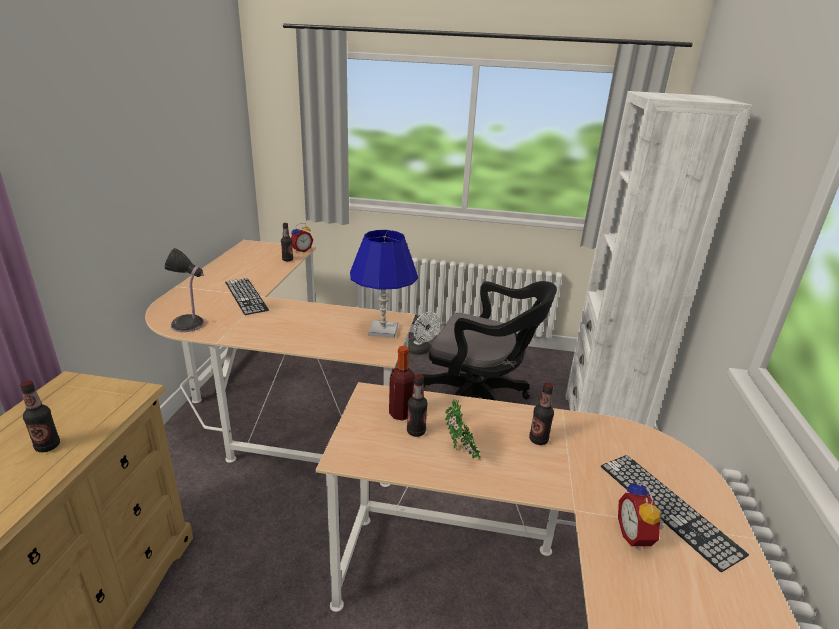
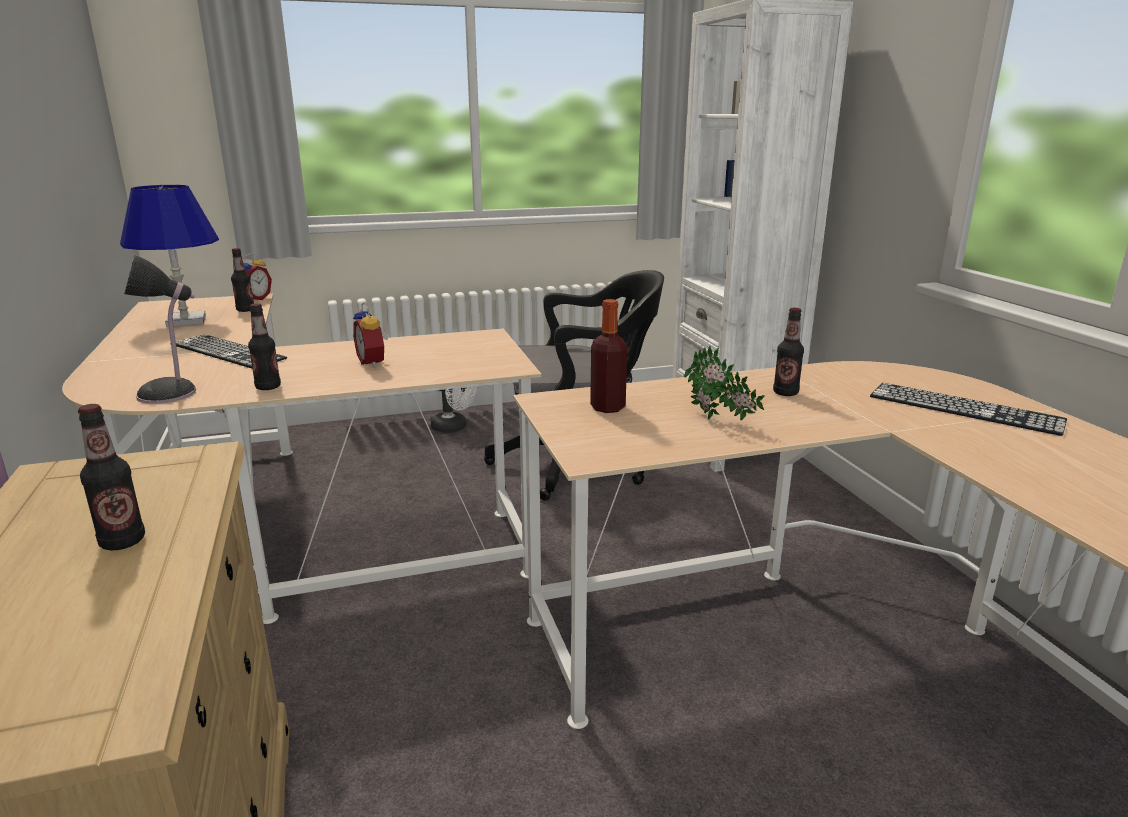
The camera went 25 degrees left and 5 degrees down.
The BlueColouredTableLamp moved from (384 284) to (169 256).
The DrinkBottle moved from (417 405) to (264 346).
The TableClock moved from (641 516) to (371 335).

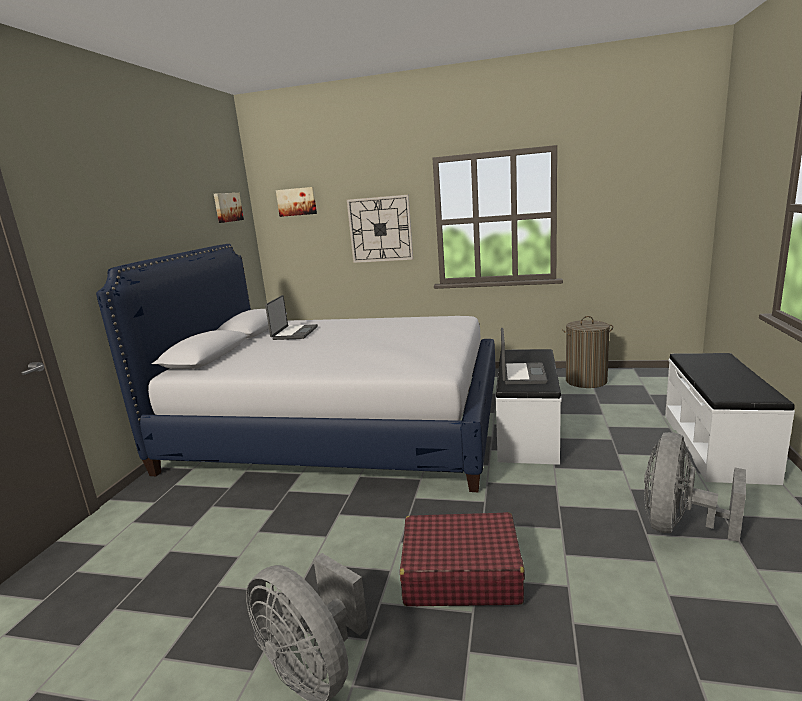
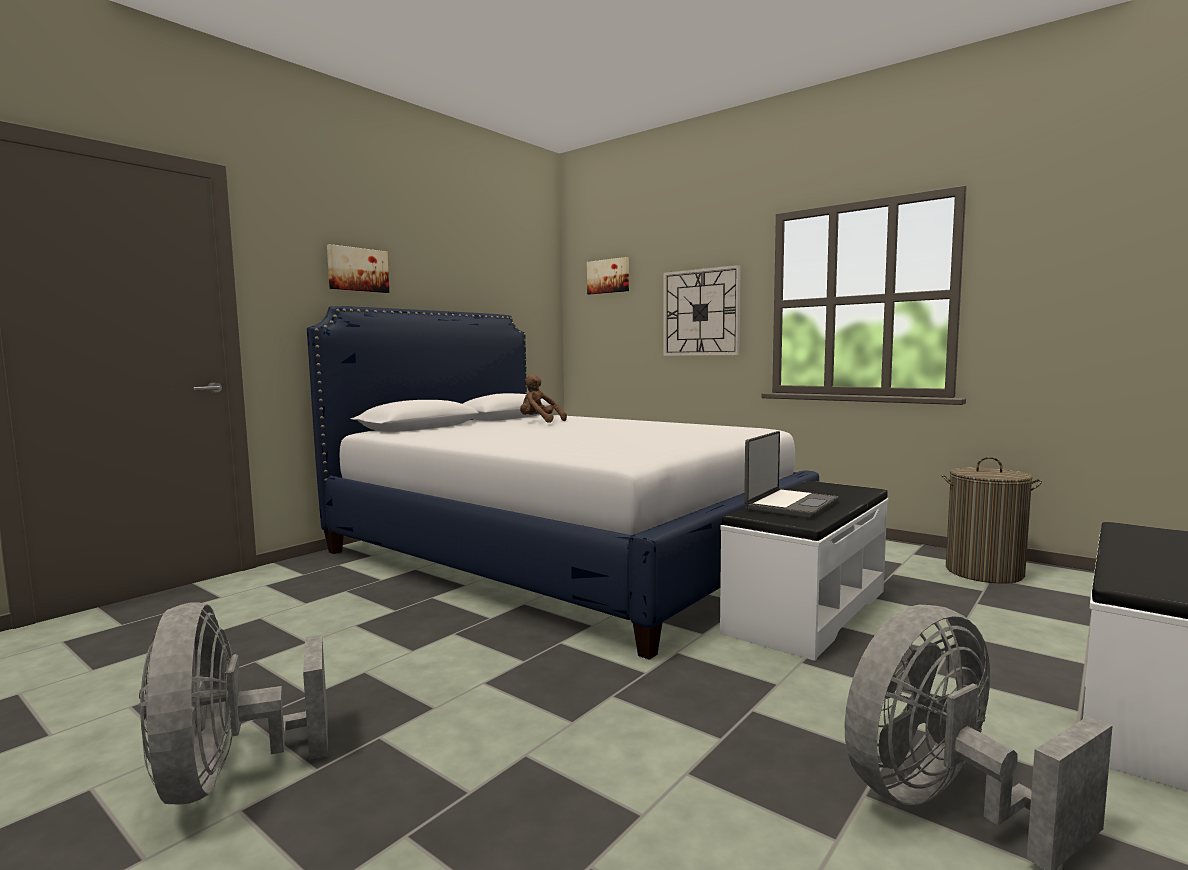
The camera went 25 degrees right and 10 degrees down.
The WallPicture moved from (229 208) to (358 268).
The Laptop at (291 317) was replaced by the BrownCuddlyToy at (543 398).
The RedColouredSuitcase at (462 559) disappeared.

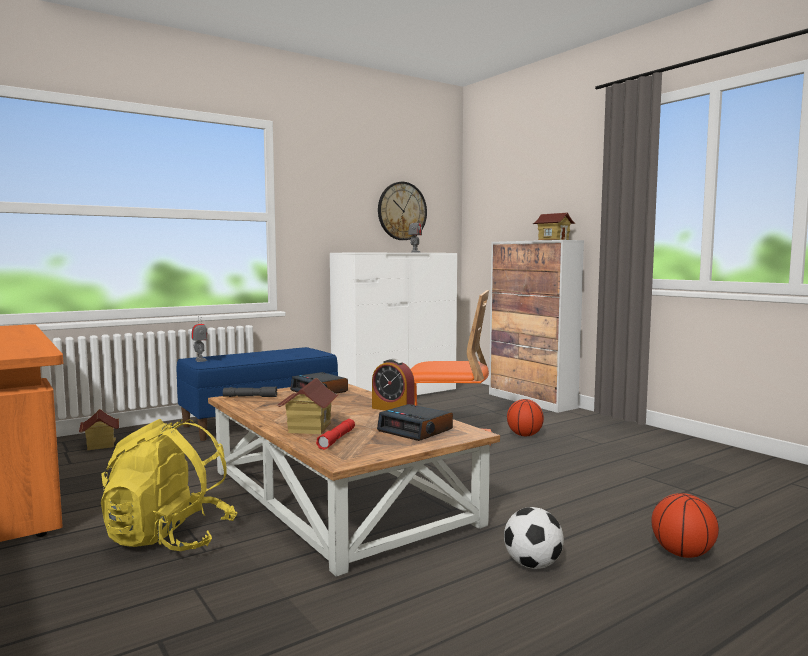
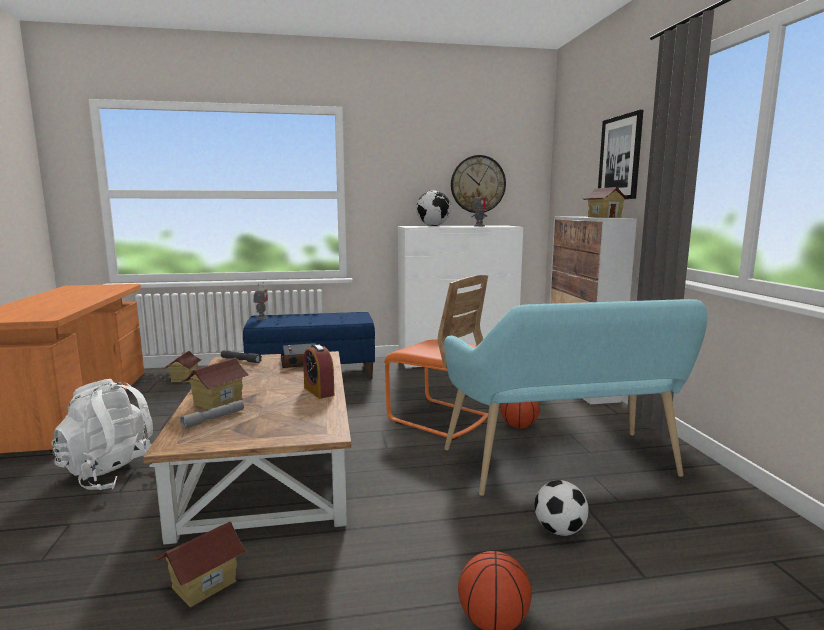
The camera went 25 degrees right and 5 degrees up.
The YellowColouredKnapsack at (169 485) became the WhitishKnapsack at (103 434).
The RedColouredHandTorch at (335 434) became the GrayHandTorch at (212 414).
The TableClock at (415 422) disappeared.
The Football moved from (534 538) to (561 508).
The ModelHouse at (201 565) appeared.
The Globe at (433 208) appeared.
The TurquoiseColouredIndoorBench at (575 397) appeared.
The WallPicture at (620 154) appeared.

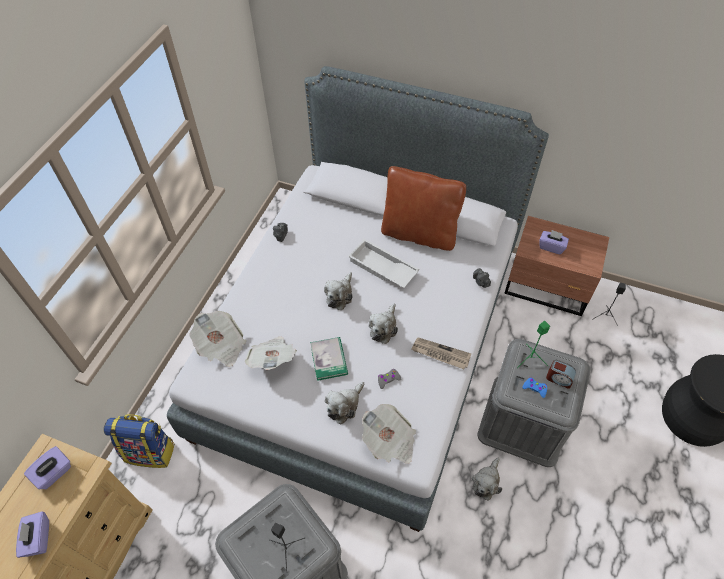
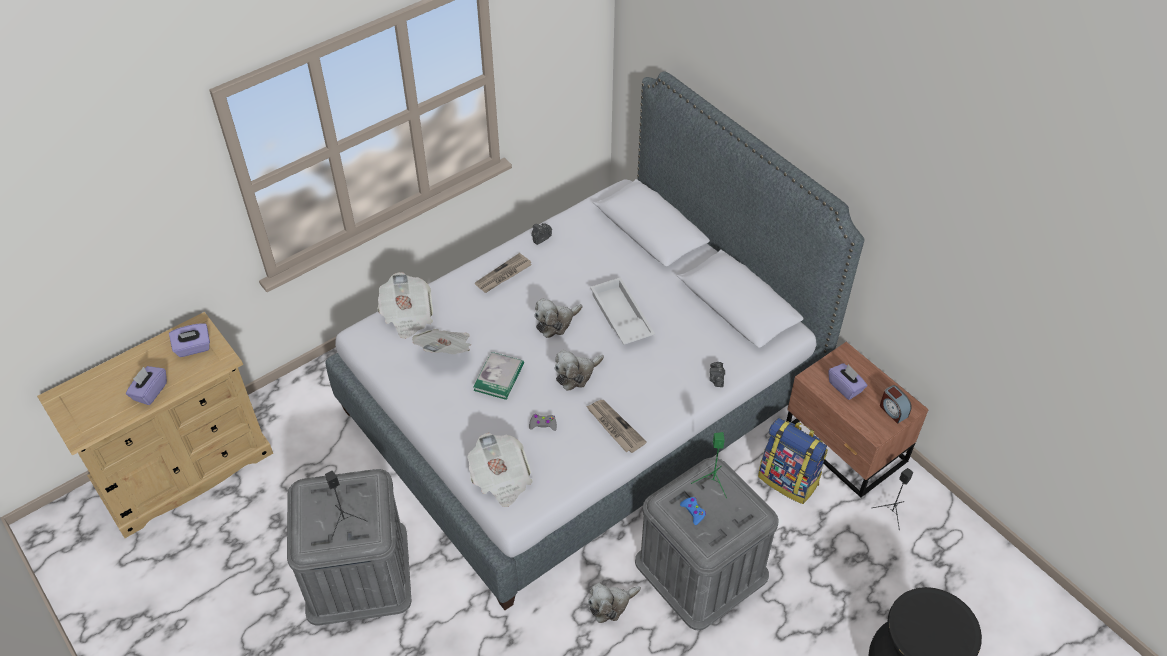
The camera went 30 degrees right and 5 degrees down.
The Knapsack moved from (139 441) to (793 461).
The CuddlyToy at (344 403) disappeared.
The BrownThrowPillow at (423 208) disappeared.
The TableClock moved from (561 374) to (896 404).
The Newspaper at (503 273) appeared.

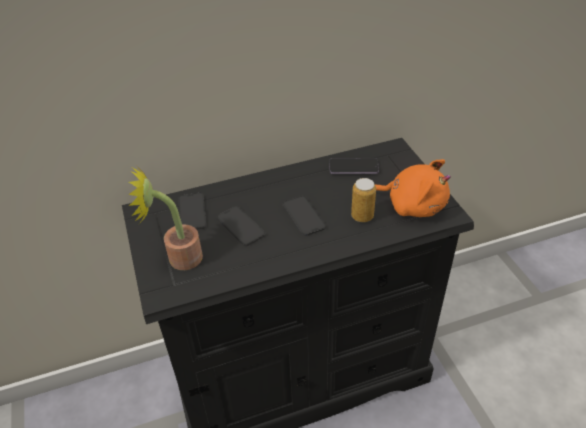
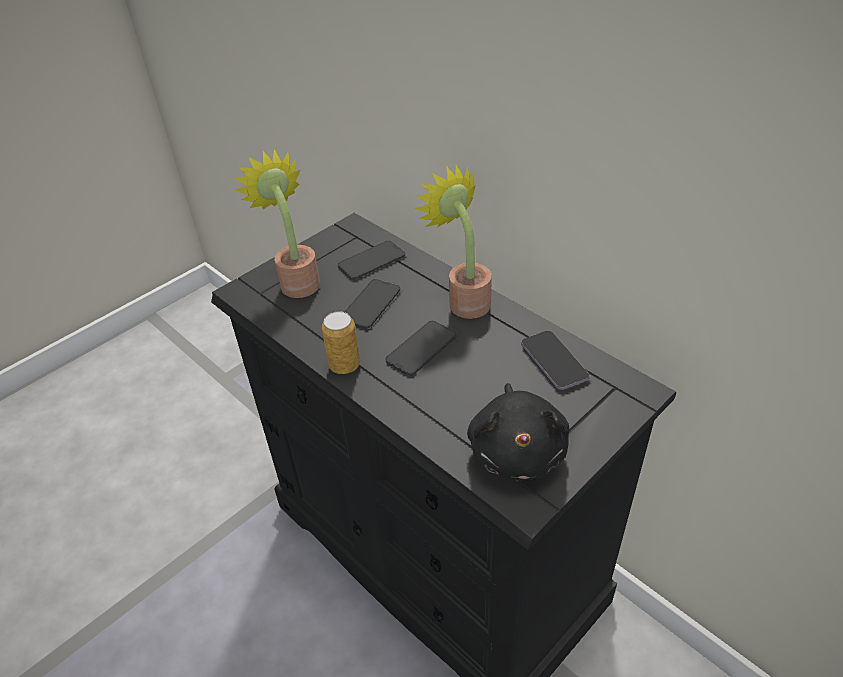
The camera went 65 degrees right and 0 degrees up.
The Can moved from (363 200) to (341 342).
The OrangeyCuddlyToy at (413 188) became the BlackishCuddlyToy at (518 432).
The PottedPlant at (453 242) appeared.

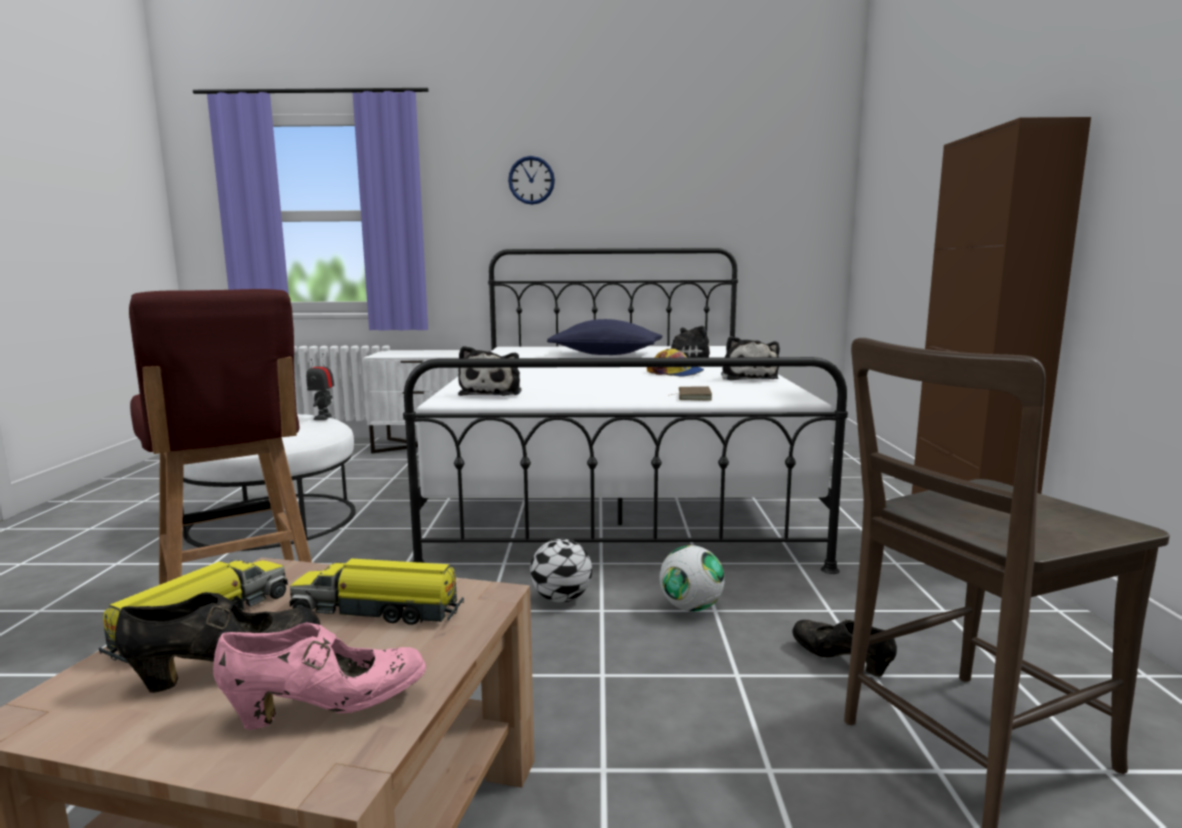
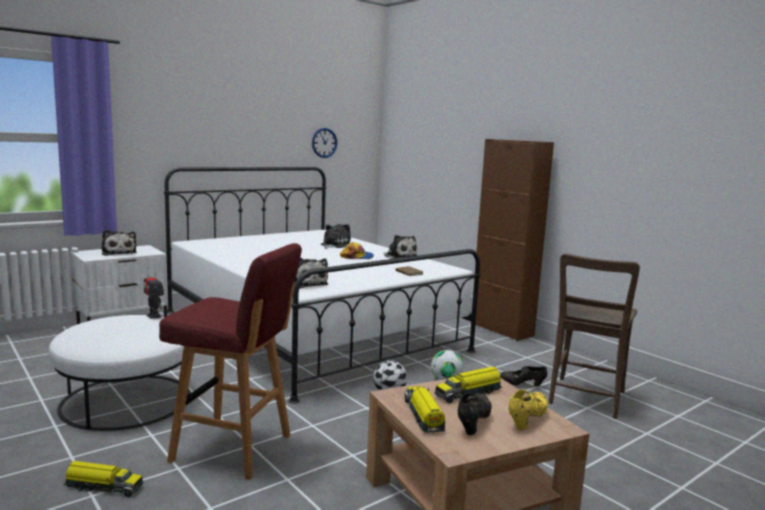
The camera went 40 degrees left and 0 degrees up.
The PinkLowShoe at (319 676) became the YellowColouredLowShoe at (528 410).
The ClockOnTheWall moved from (531 180) to (324 143).
The BlueColouredThrowPillow at (604 337) disappeared.
The ToyTruck at (103 479) appeared.
The CuddlyToy at (119 243) appeared.

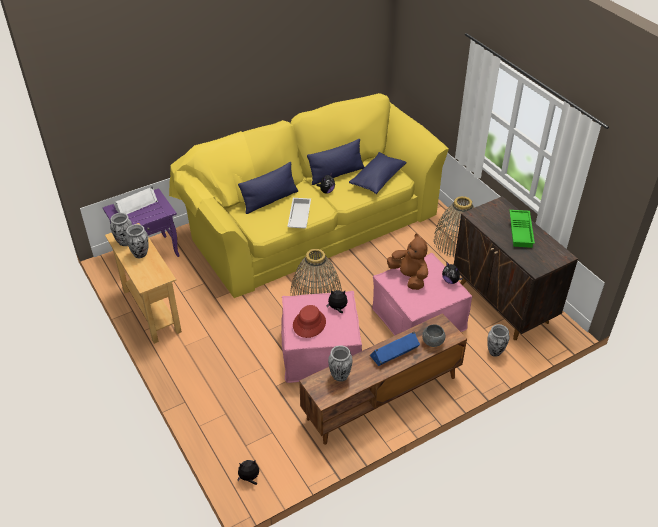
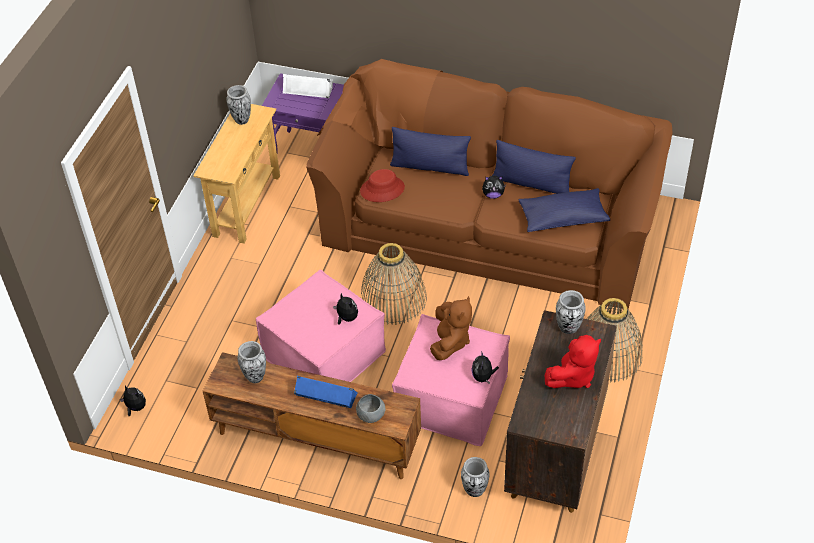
The camera went 50 degrees right and 5 degrees up.
The FlowerVase moved from (137 241) to (571 312).
The YellowColouredSofa at (309 195) became the BrownSofa at (489 184).
The WhitishCarryingTray at (299 213) disappeared.
The RedColouredWearableHat moved from (309 321) to (382 185).
The GreenishCarryingTray at (522 229) was replaced by the RedColouredCuddlyToy at (573 361).

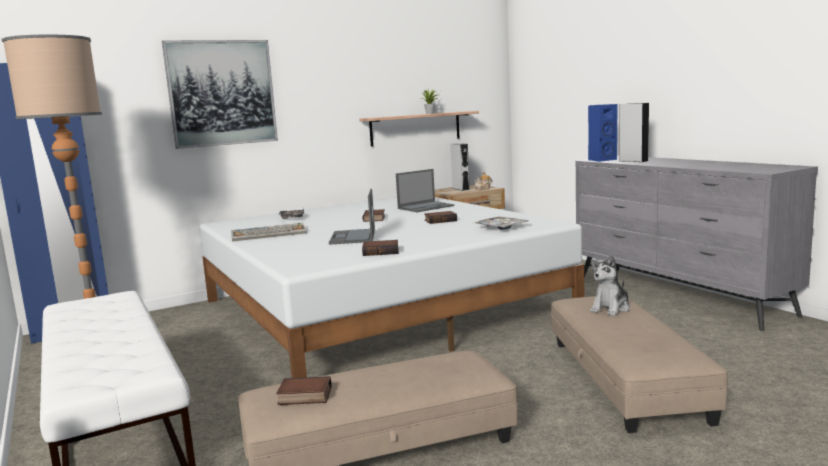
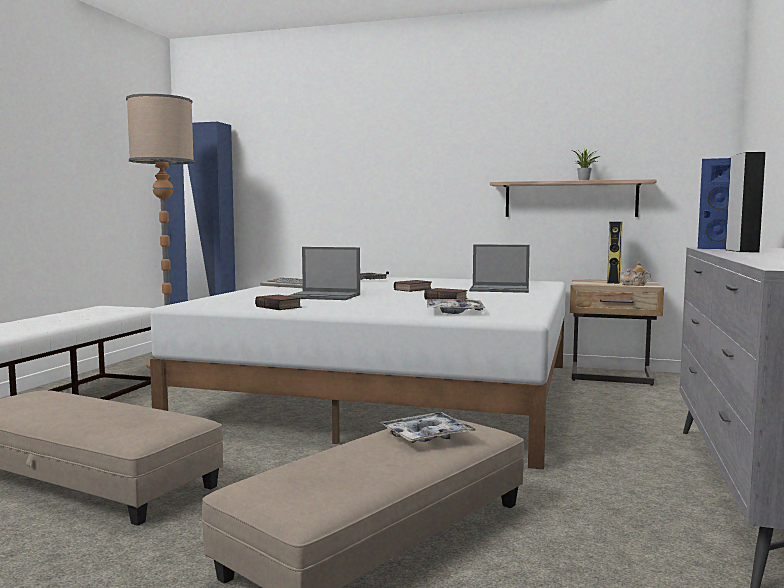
The camera went 45 degrees right and 5 degrees down.
The WallPicture at (220 94) disappeared.
The BoundBook at (303 390) disappeared.
The Laptop at (352 217) turned 120 degrees counterclockwise.
The GrayLoudspeaker at (460 167) became the YellowColouredLoudspeaker at (615 253).
The CuddlyToy at (610 285) was replaced by the CarryingTray at (428 427).

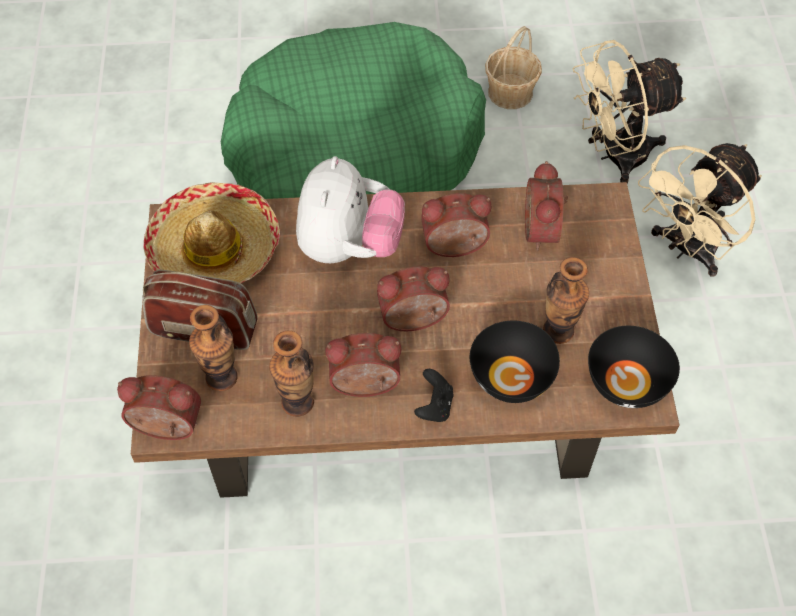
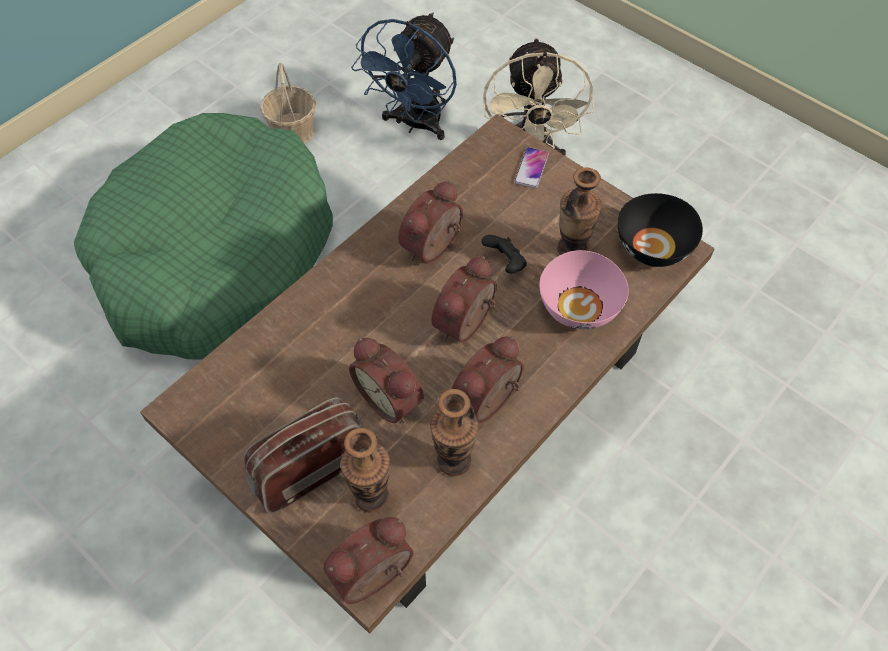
The camera went 45 degrees left and 0 degrees up.
The WearableHat at (211 232) disappeared.
The CuddlyToy at (350 209) disappeared.
The BlackishGameController moved from (433 395) to (504 254).
The BlackishDeepDish at (515 362) became the PinkDeepDish at (584 289).
The TableClock moved from (546 206) to (386 380).
The BeigeCoolingFan at (629 112) became the BlueColouredCoolingFan at (404 76).
The Telephone at (531 167) appeared.

